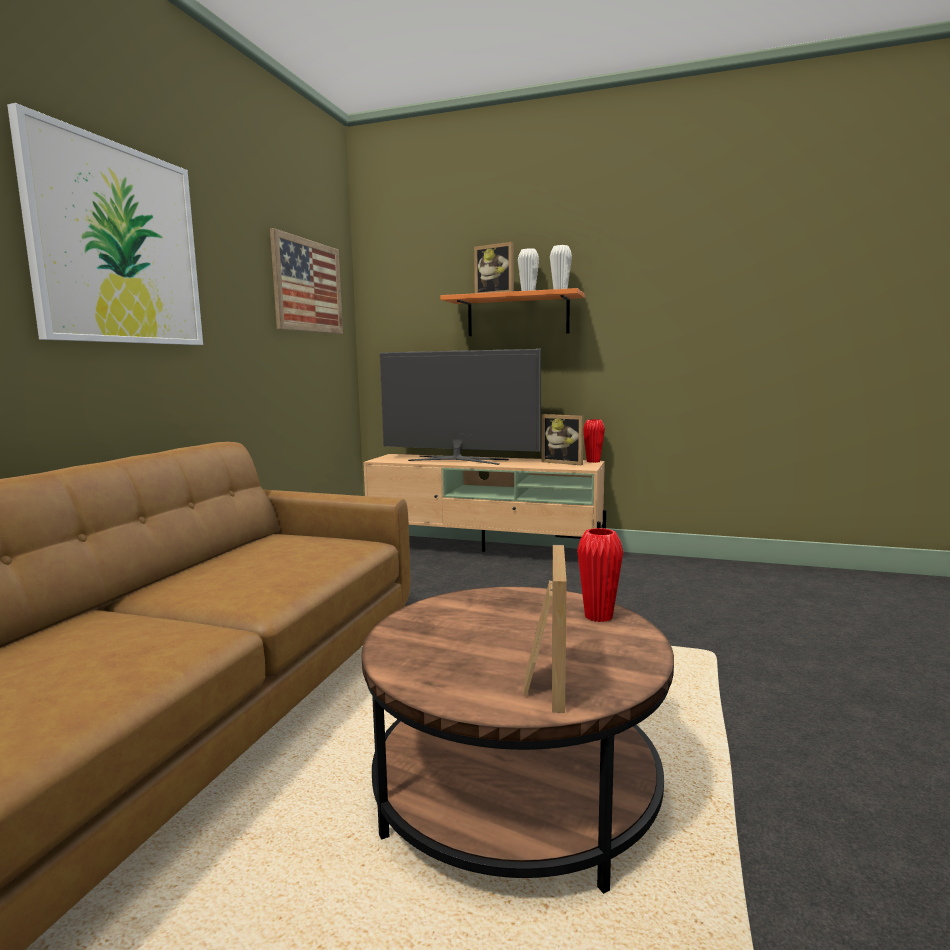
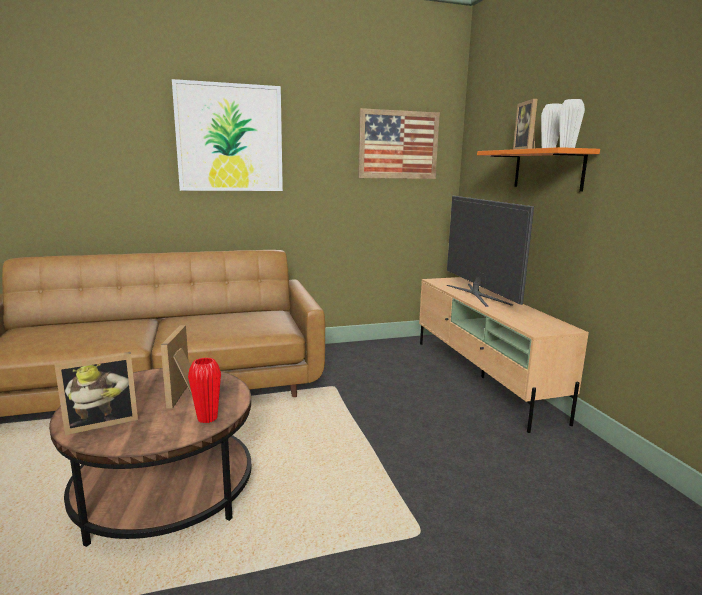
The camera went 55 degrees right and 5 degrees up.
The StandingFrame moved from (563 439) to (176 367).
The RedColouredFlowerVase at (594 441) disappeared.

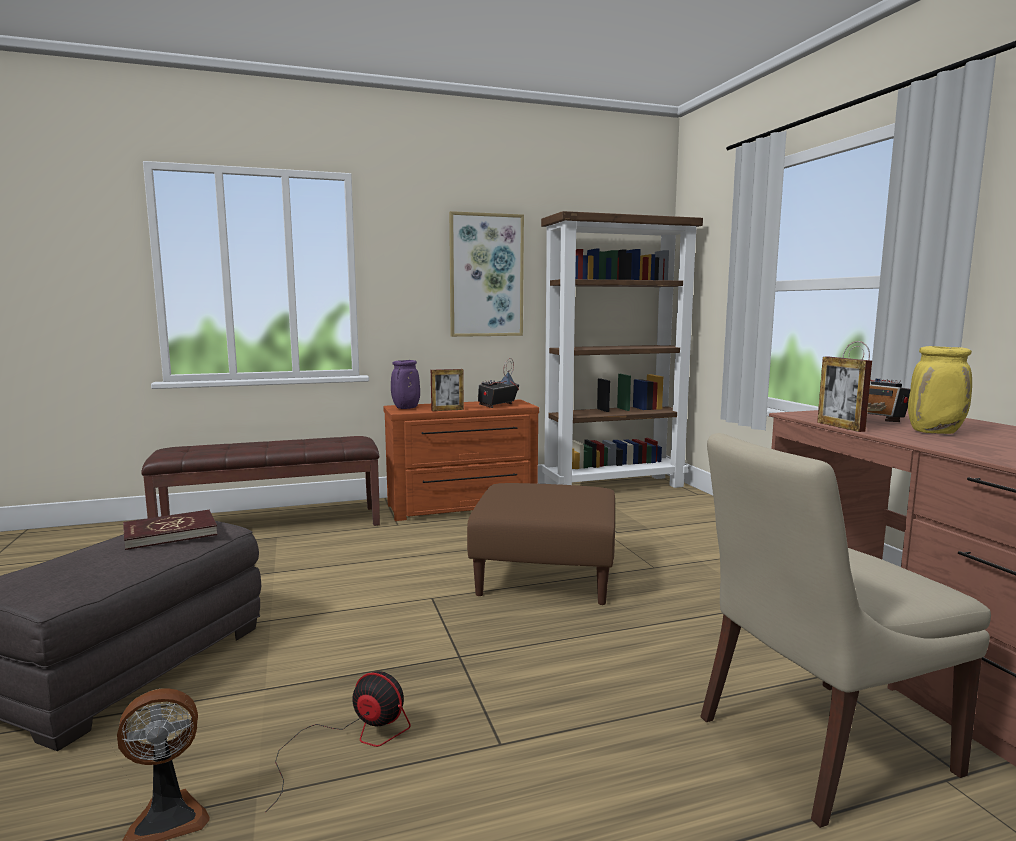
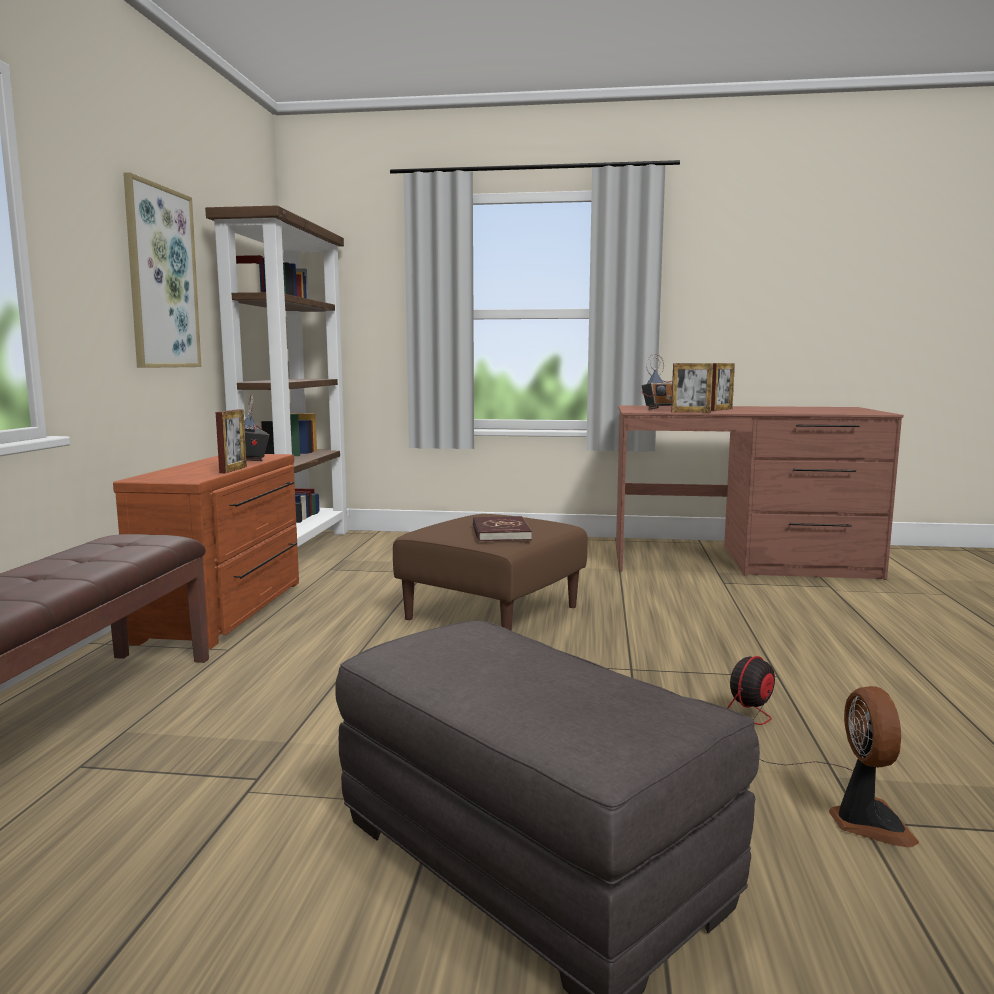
The camera went 65 degrees left and 0 degrees up.
The RedColouredBoundBook moved from (170 530) to (502 529).
The PurpleColouredFlowerVase at (405 384) disappeared.
The BeigeUprightChair at (845 630) disappeared.
The YellowColouredFlowerVase at (940 390) was replaced by the StandingFrame at (723 387).

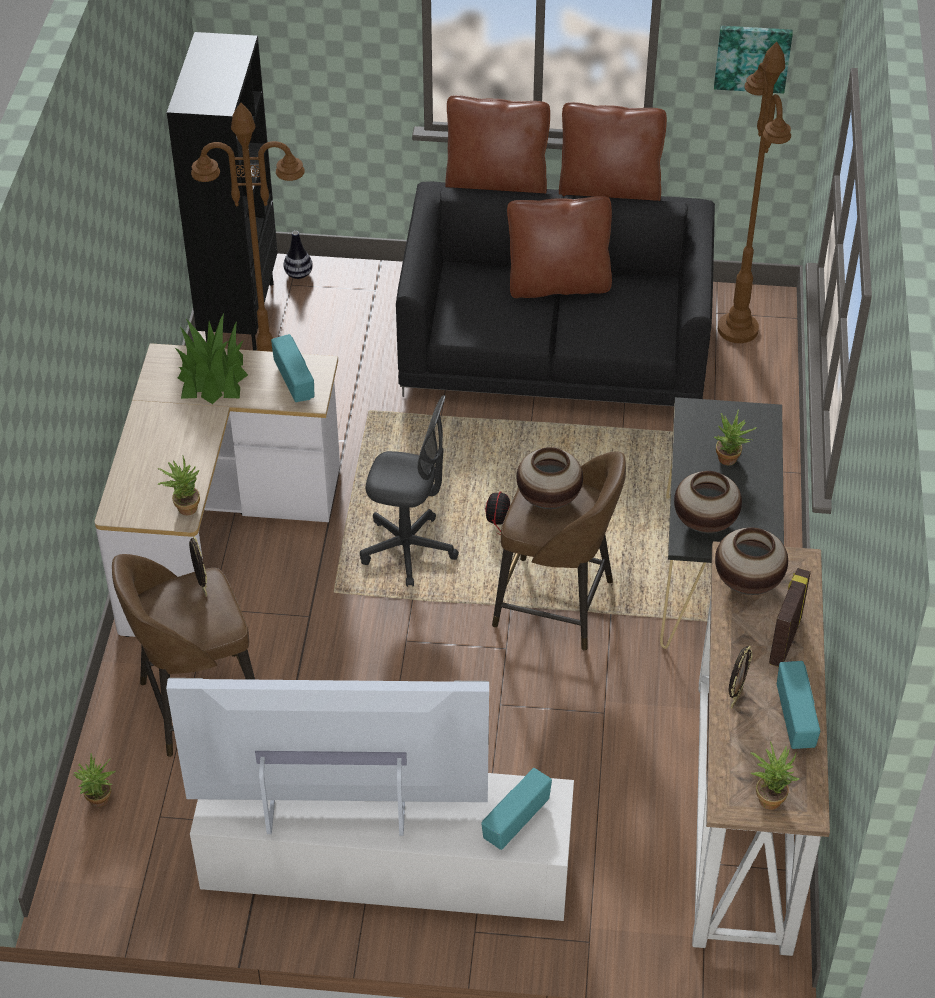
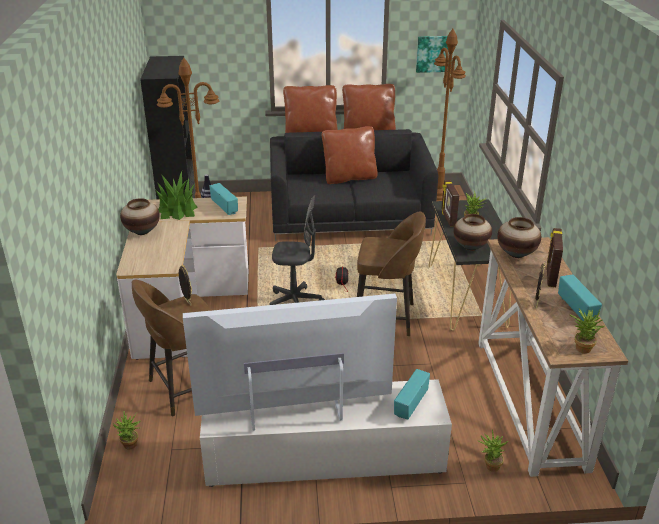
The camera went 10 degrees left and 15 degrees down.
The PottedPlant moved from (179 486) to (492 451).
The FlowerVase moved from (550 478) to (140 216).
The StandingFrame at (450 203) appeared.

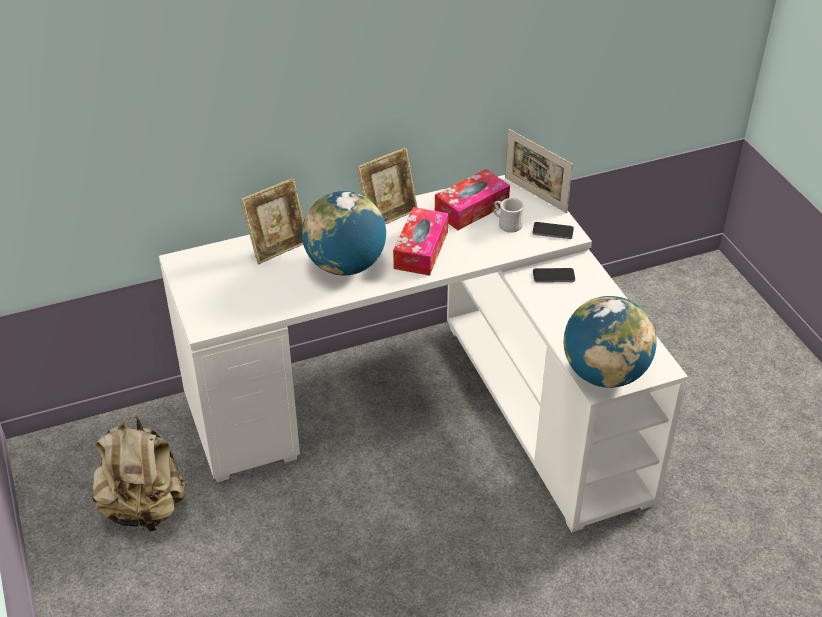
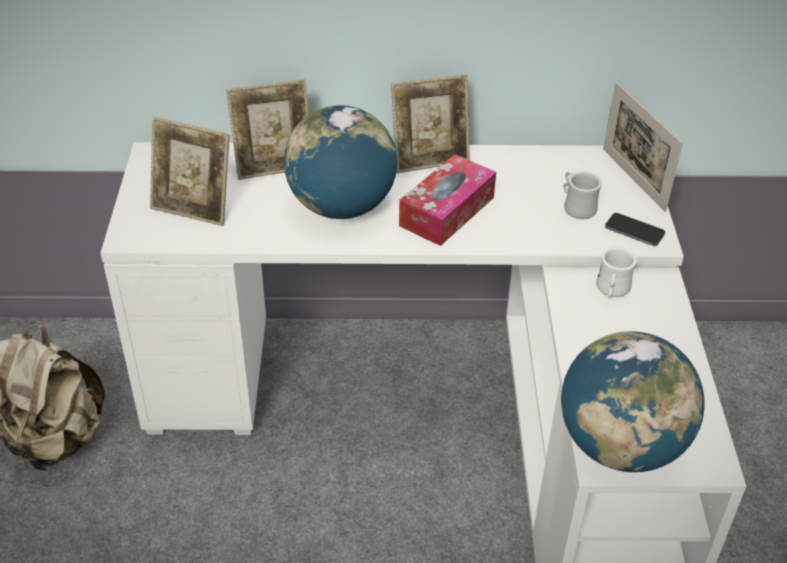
The camera went 20 degrees right and 0 degrees up.
The TissueBox at (472 199) disappeared.
The Telephone at (554 275) was replaced by the WhitishCoffeeMug at (616 272).
The StandingFrame at (190 171) appeared.

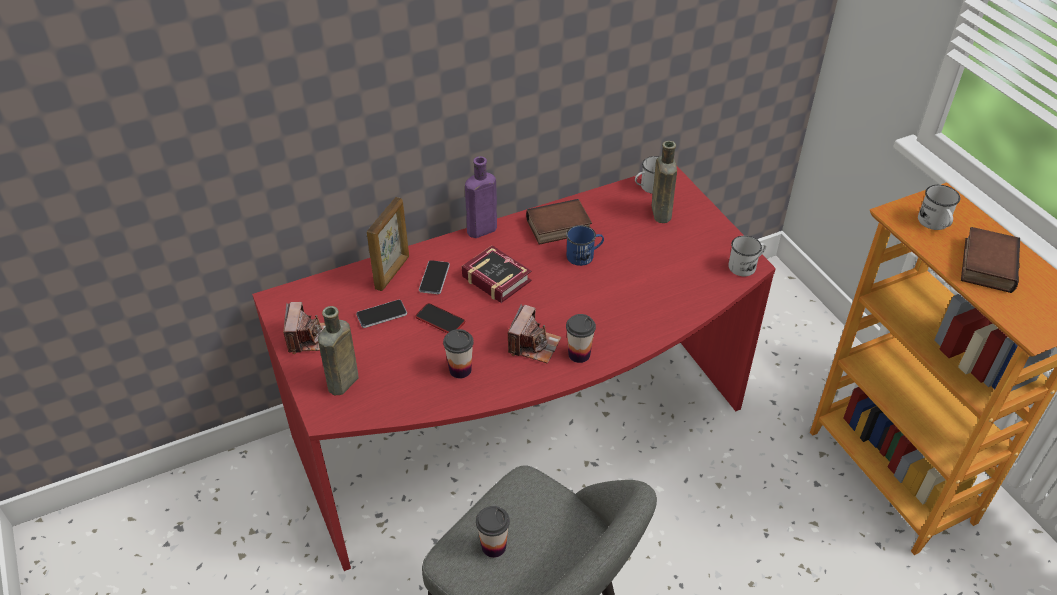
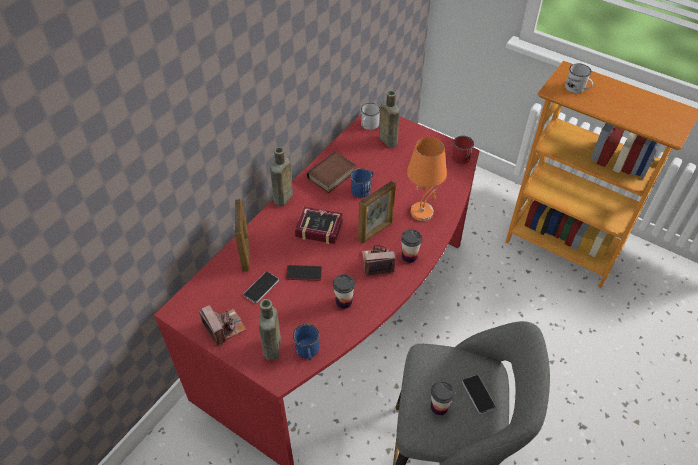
The camera went 30 degrees left and 5 degrees up.
The Telephone moved from (434 277) to (479 394).
The PurpleColouredDrinkBottle at (481 197) became the BrownDrinkBottle at (281 176).
The StillCamera at (534 333) turned 90 degrees counterclockwise.
The WhitishCoffeeMug at (747 256) became the RedColouredCoffeeMug at (463 150).
The BoundBook at (990 260) disappeared.
The BlueColouredCoffeeMug at (306 342) appeared.
The StandingFrame at (376 212) appeared.
The OrangeyTableLamp at (427 179) appeared.

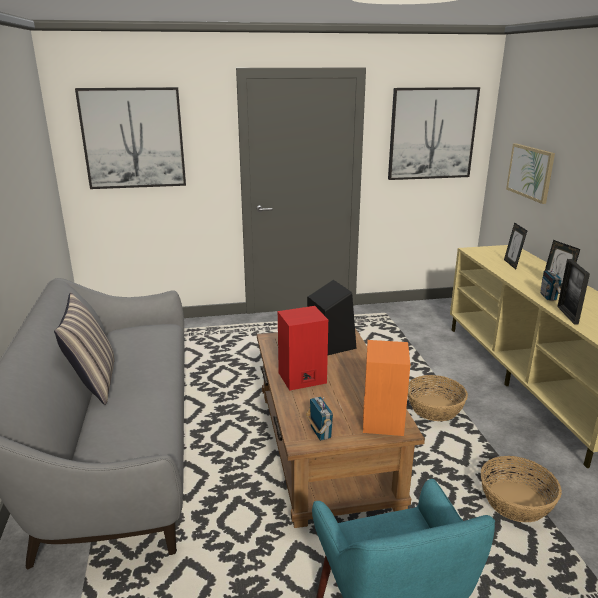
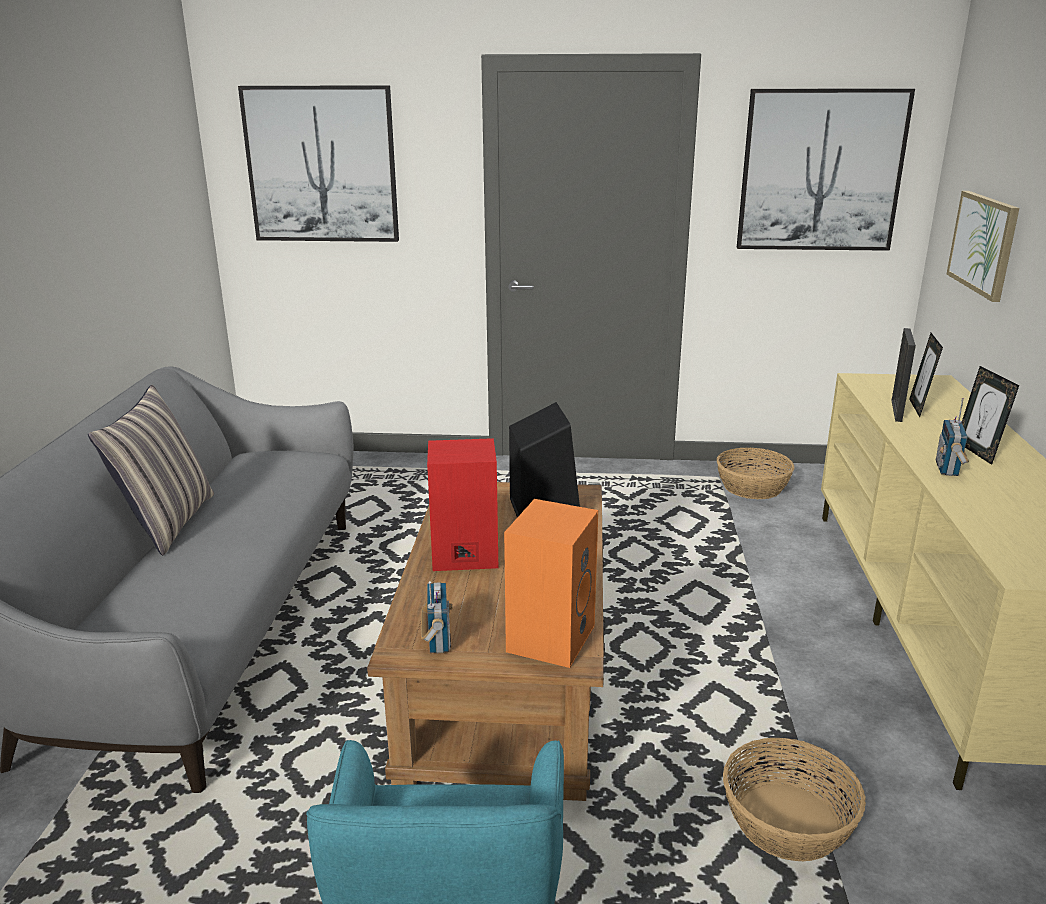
The camera went 15 degrees right and 0 degrees up.
The HouseholdBasket moved from (438 398) to (756 473).
The StandingFrame moved from (573 292) to (904 375).

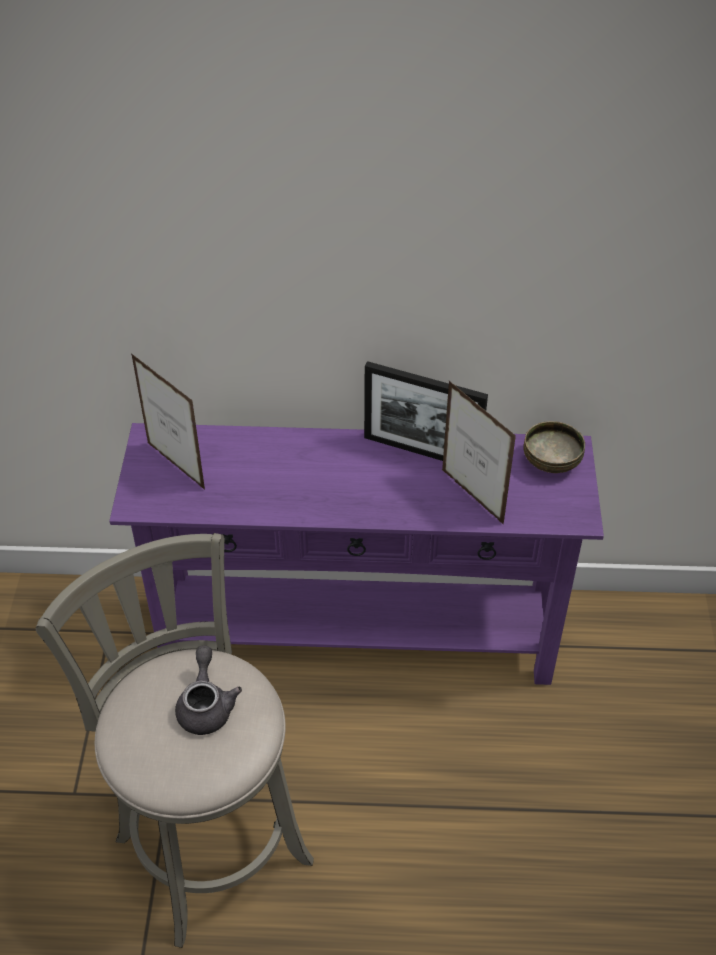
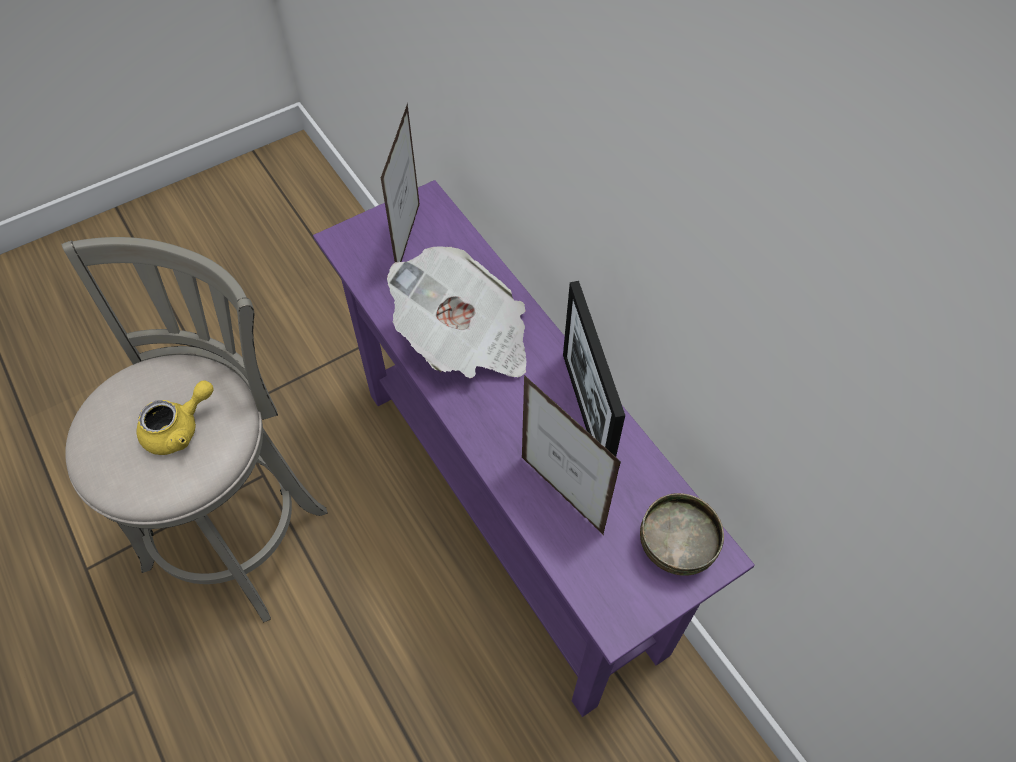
The camera went 55 degrees right and 10 degrees up.
The GrayTeaPot at (208 690) became the YellowColouredTeaPot at (175 417).
The StandingFrame at (479 453) turned 120 degrees clockwise.
The Newspaper at (457 312) appeared.

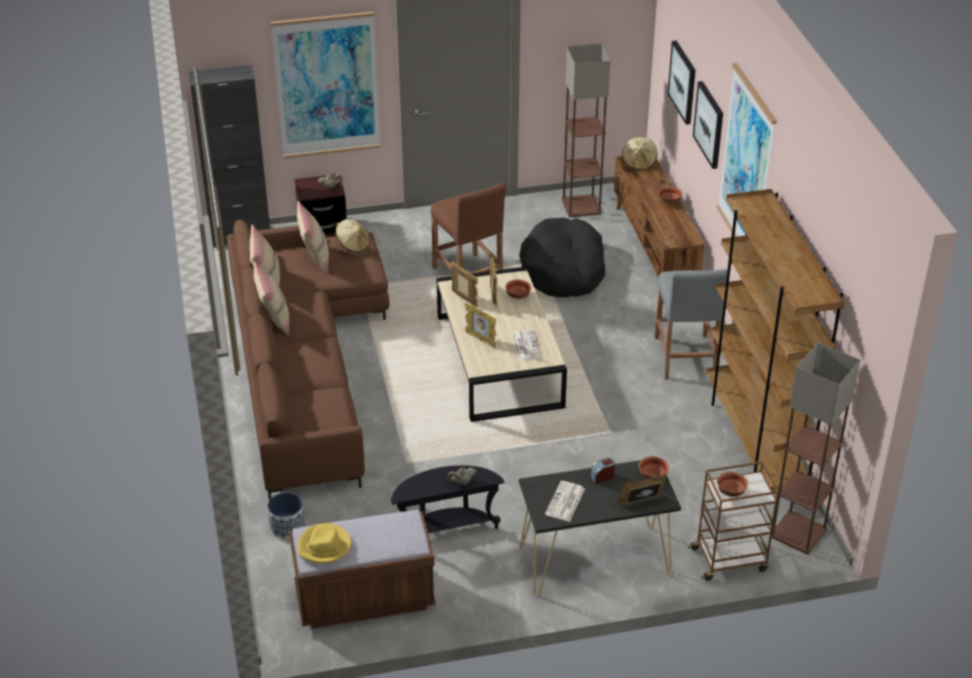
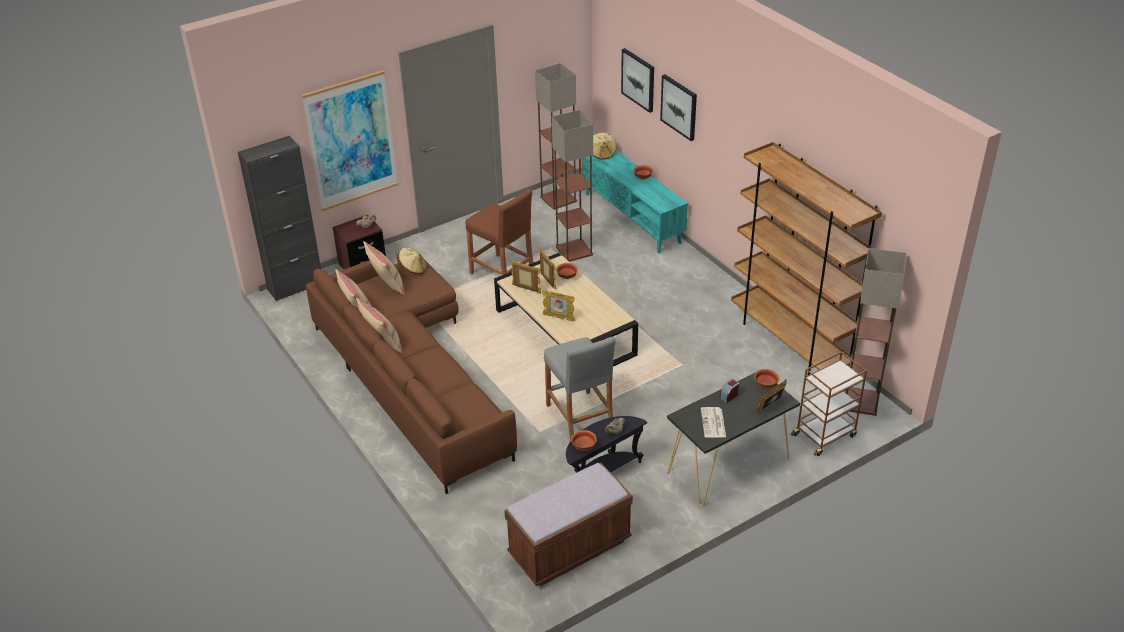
The camera went 20 degrees left and 0 degrees up.
The PlantPot at (286 515) disappeared.
The YellowColouredWearableHat at (324 543) disappeared.
The Newspaper at (526 345) disappeared.
The BlackishDogCushion at (562 257) was replaced by the StandardLamp at (572 186).
The BrownMediaConsole at (659 217) became the TurquoiseColouredMediaConsole at (635 201).
The GraySittingStool moved from (690 324) to (580 389).
The WallPicture at (747 150) disappeared.
The DeepDish moved from (732 484) to (584 440).

